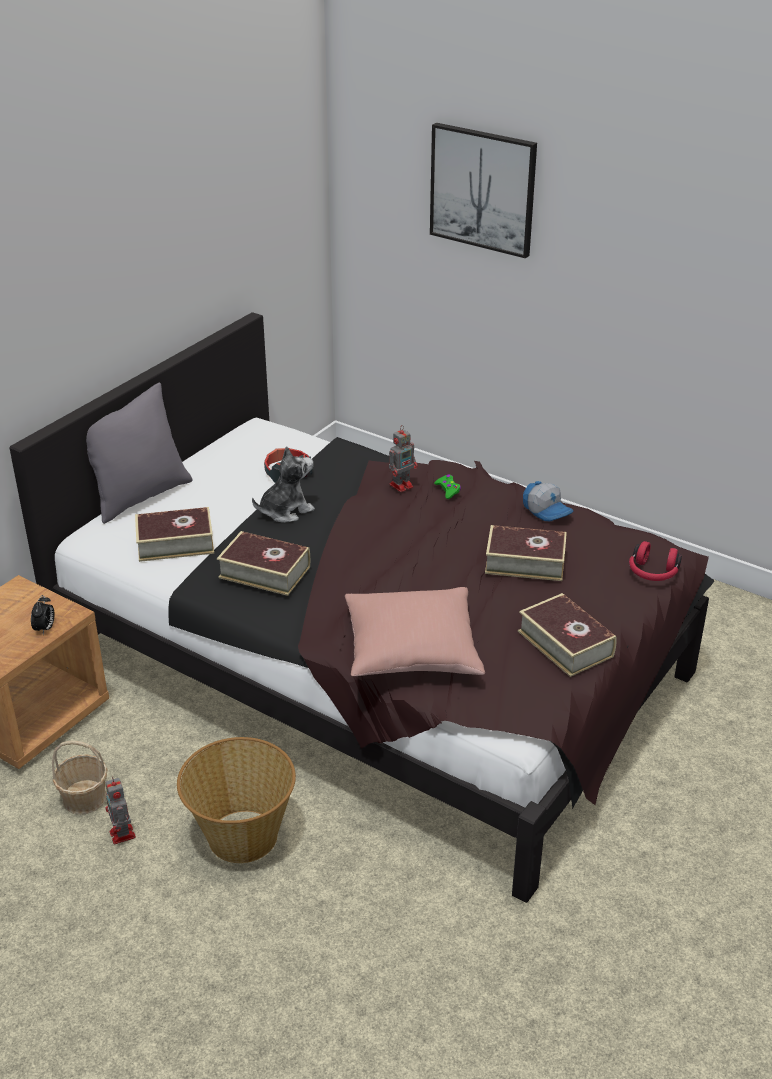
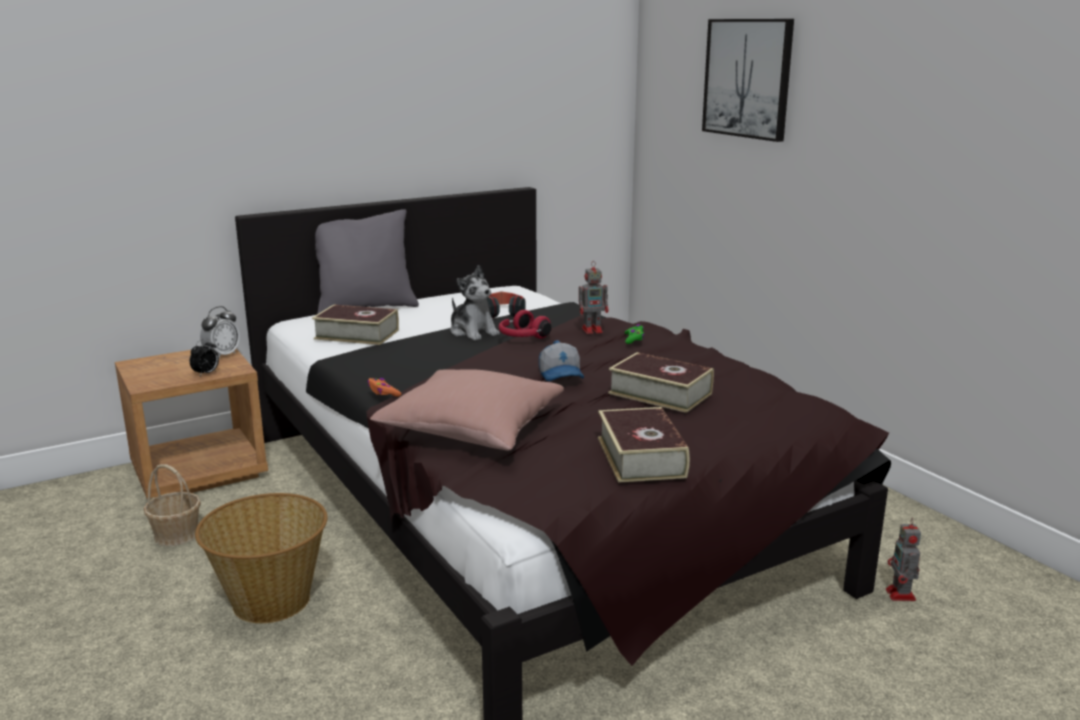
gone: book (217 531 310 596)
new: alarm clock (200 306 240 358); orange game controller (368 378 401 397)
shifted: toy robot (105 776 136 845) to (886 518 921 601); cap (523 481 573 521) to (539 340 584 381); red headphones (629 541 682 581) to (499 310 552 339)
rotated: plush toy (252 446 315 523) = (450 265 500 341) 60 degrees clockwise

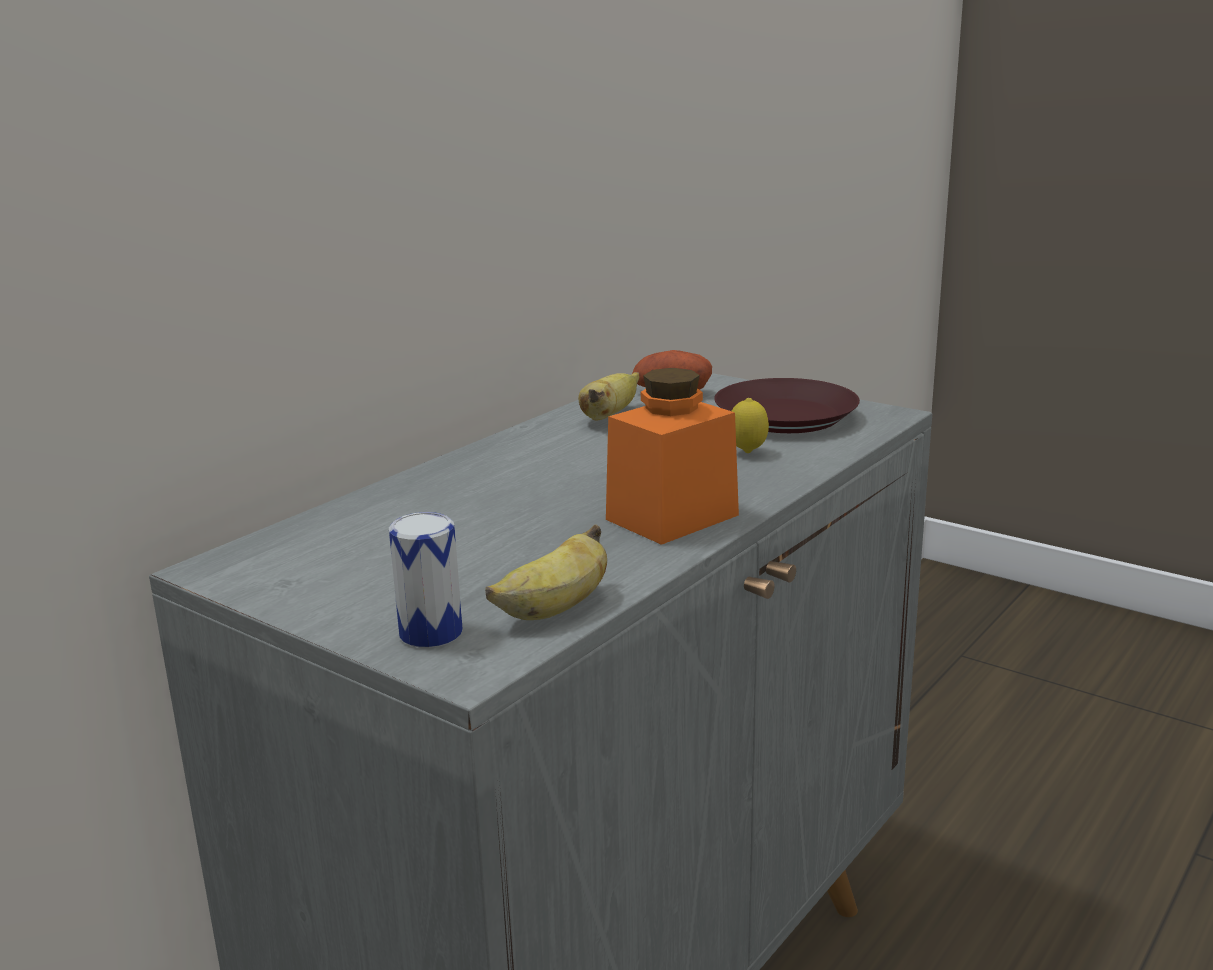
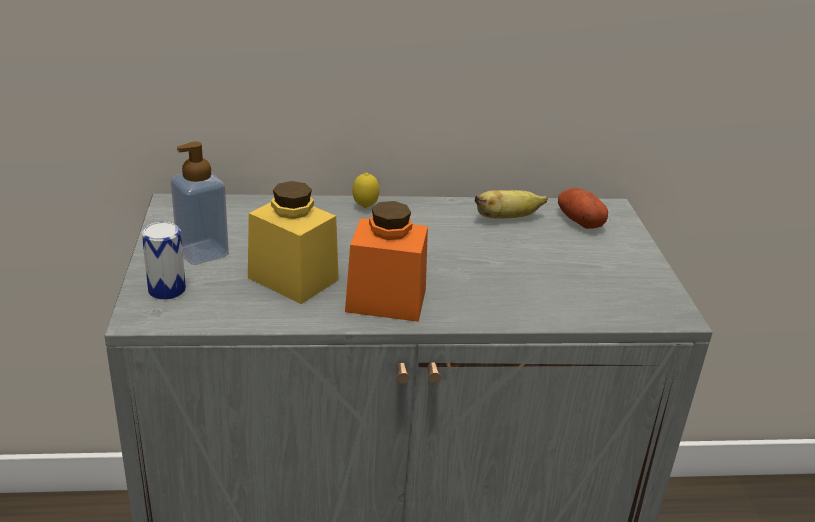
gone: banana (485 524 607 620); brown plate (714 378 860 433)
new: soap dispenser (171 142 229 265); yellow jar (248 181 339 304)
shifted: lemon (732 398 769 453) to (352 173 379 208)

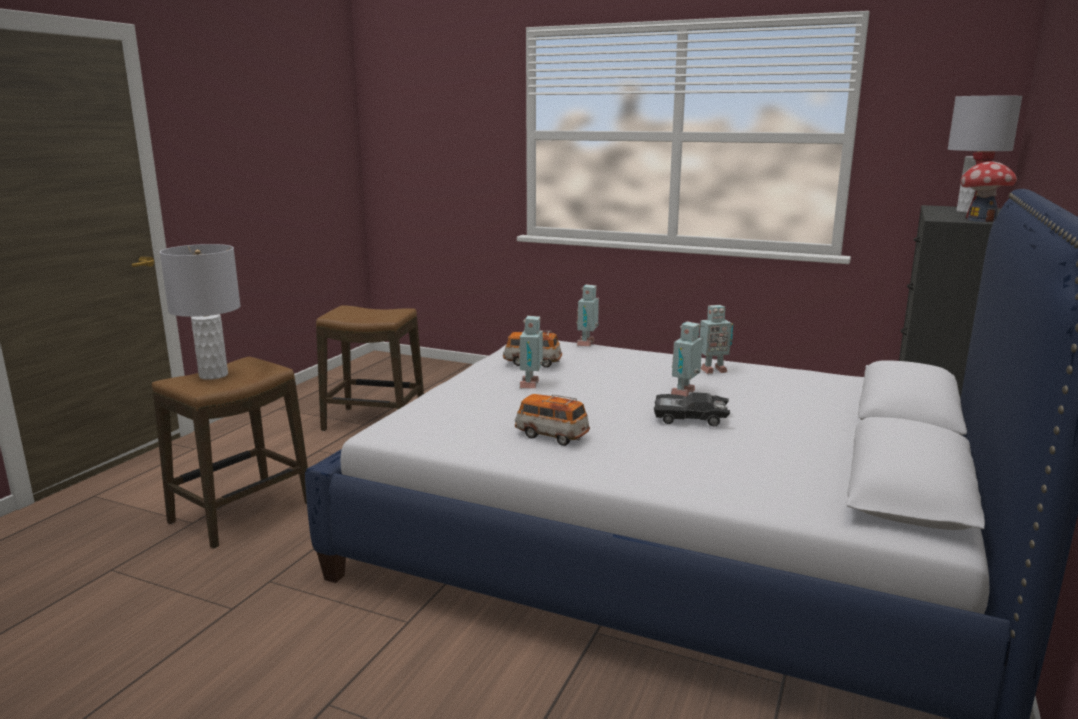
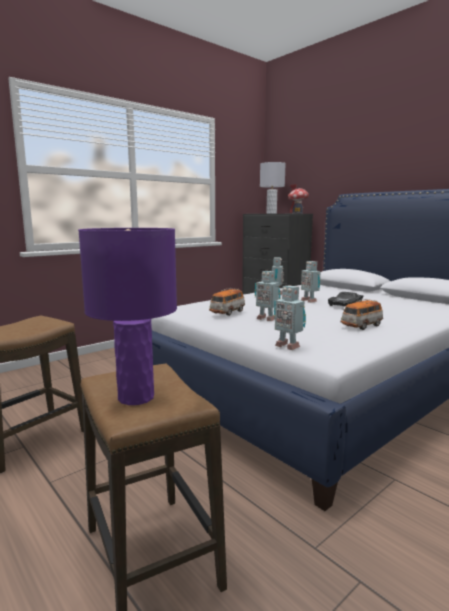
shifted: toy robot (576 284 599 346) to (274 285 306 350)
repainted: grey table lamp (160 244 241 380) to purple table lamp (78 228 177 405)

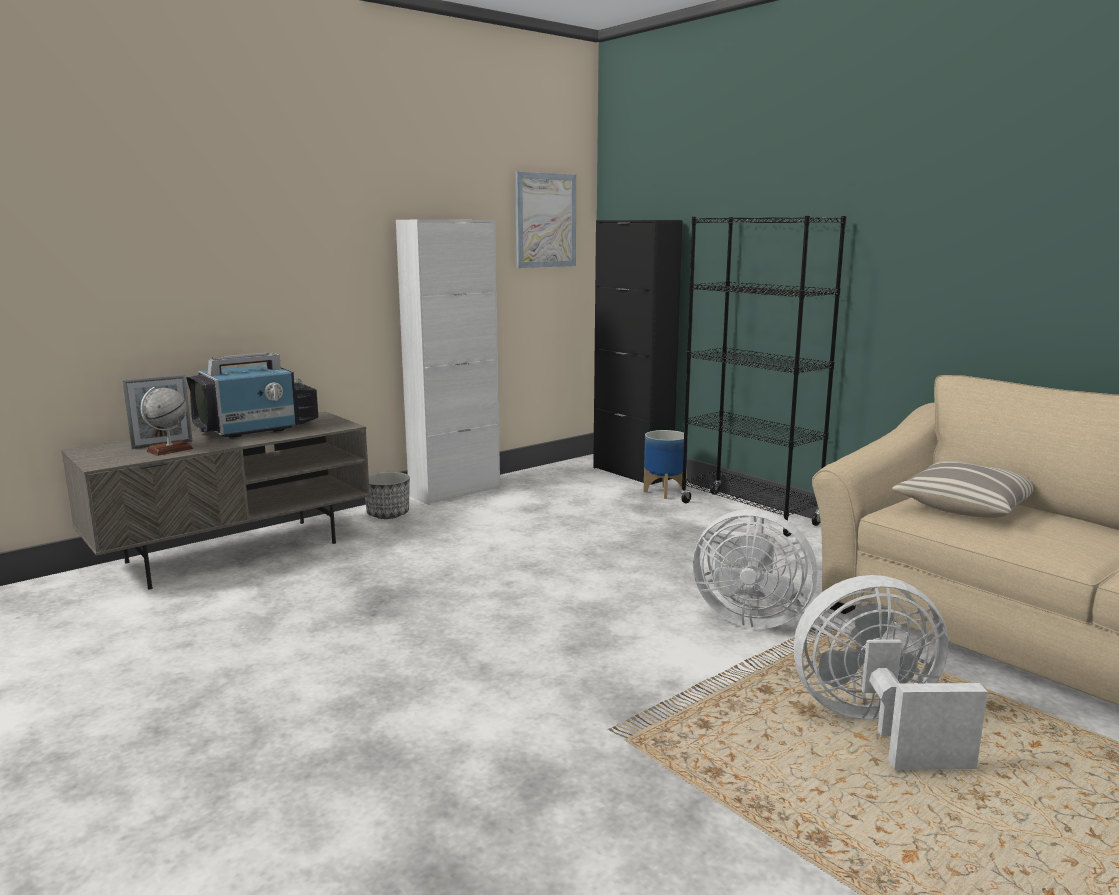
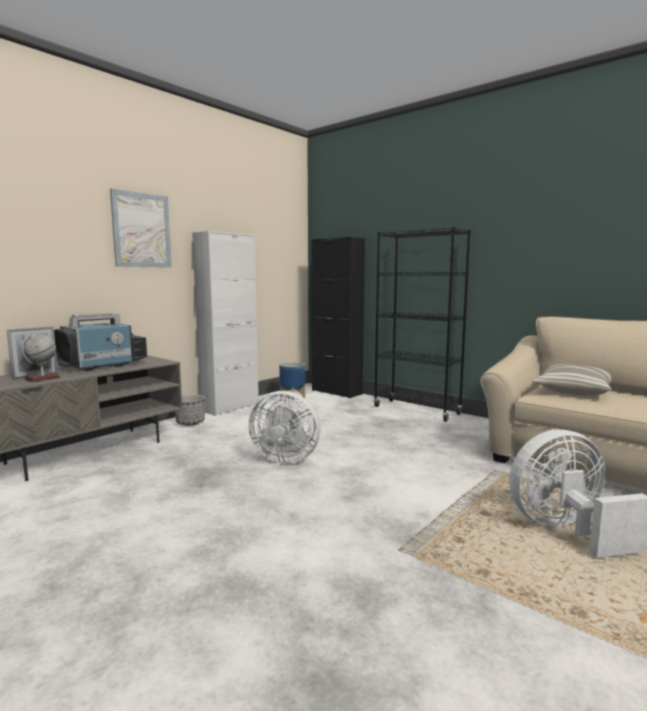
shifted: picture (515 172 576 268) to (110 189 172 268); planter (643 430 688 499) to (279 362 305 403); white fan (693 509 817 629) to (248 391 321 464)

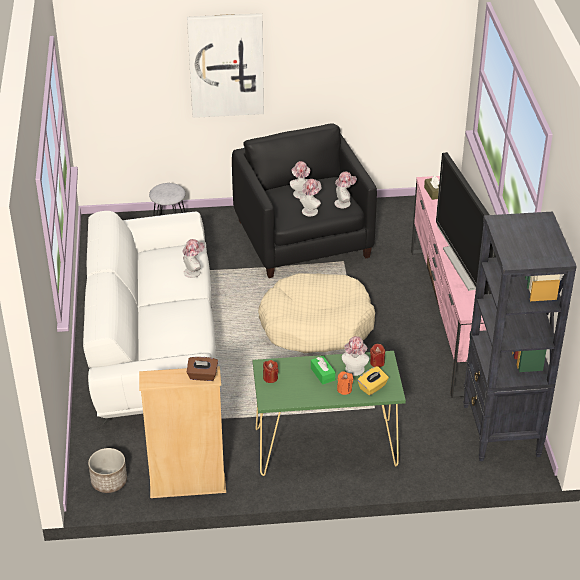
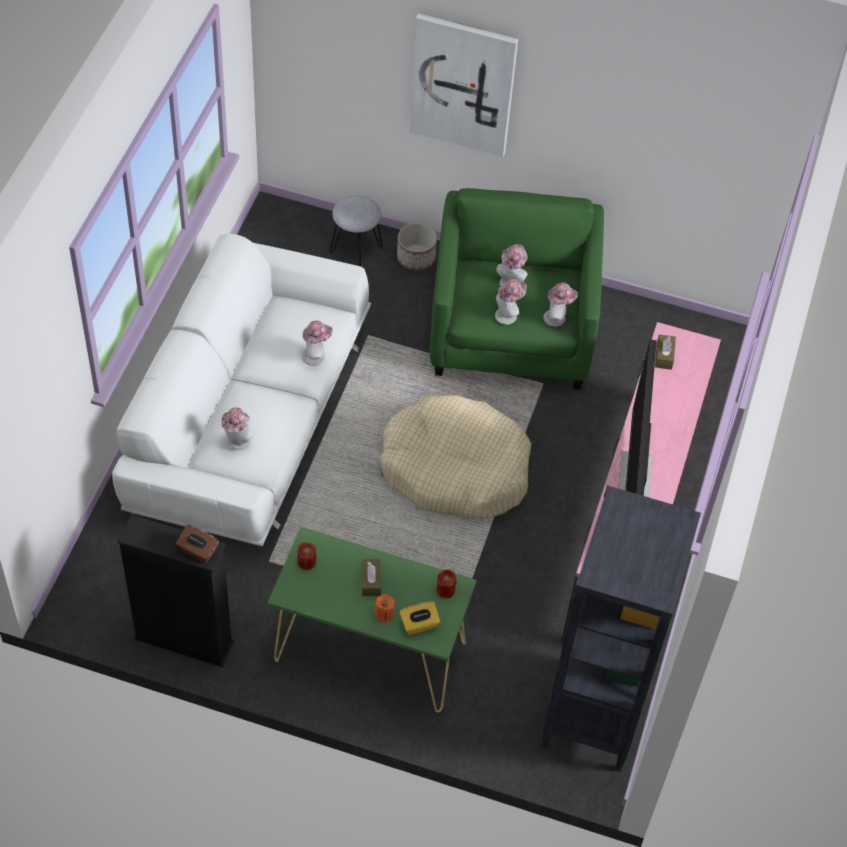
shifted: planter (88 448 127 493) to (397 223 437 271); hat (342 336 369 376) to (222 408 254 450)
repainted: beige bookcase (139 366 226 498) to black bookcase (118 515 234 667); black armchair (232 123 377 278) to green armchair (430 188 604 390); green tissue box (311 356 335 385) to brown tissue box (362 559 381 596)

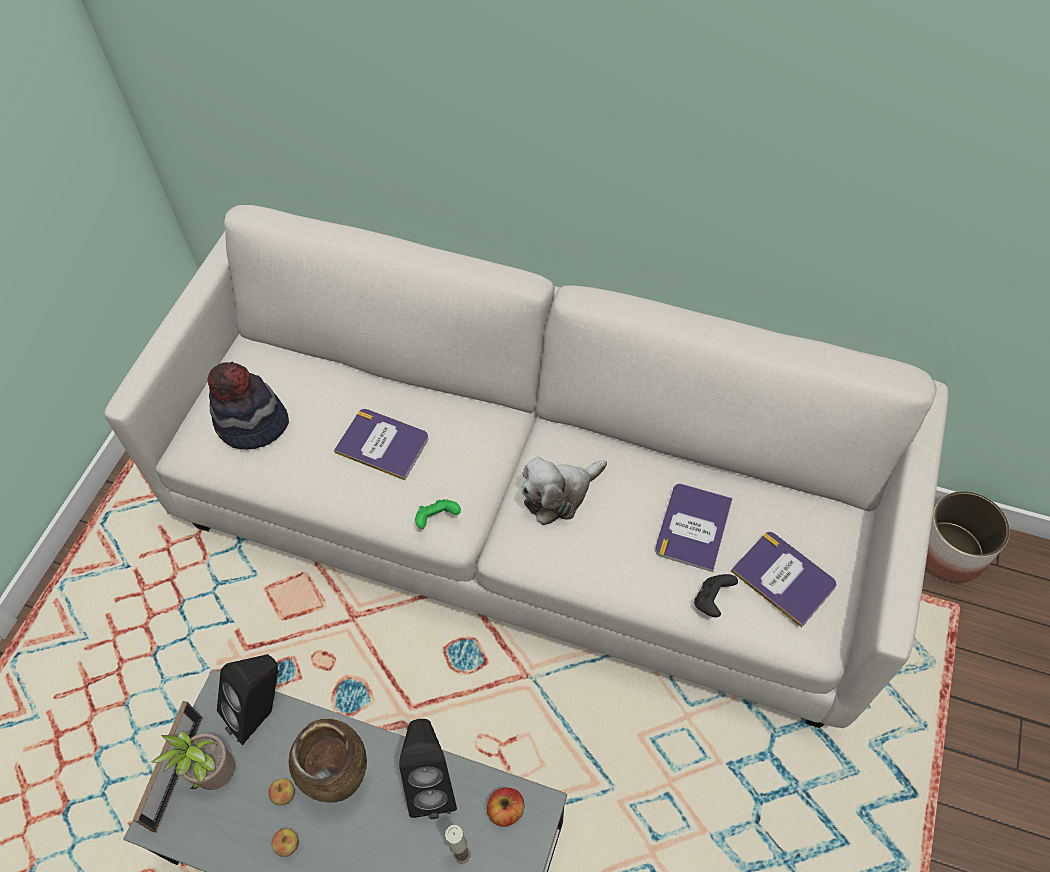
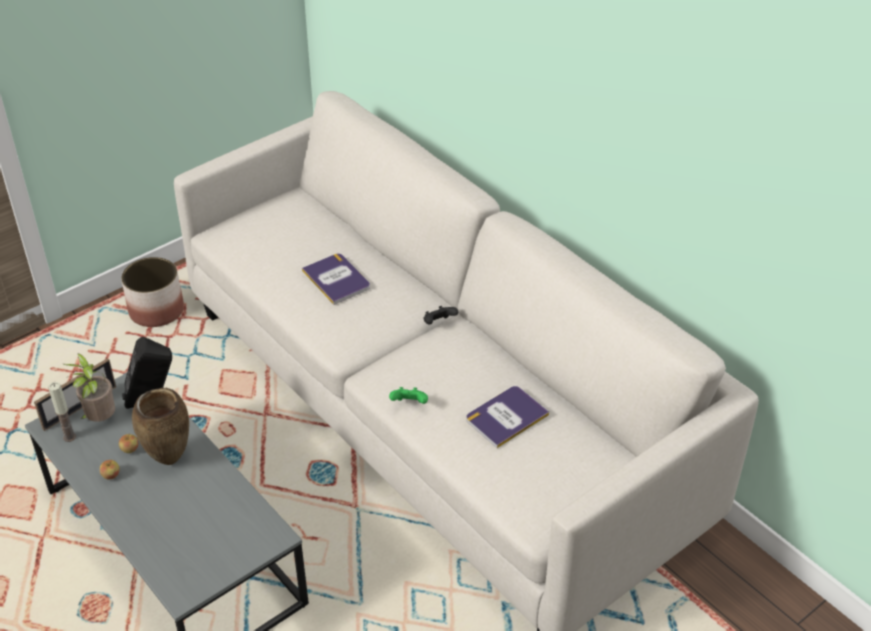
gone: hat (208 362 289 450); black speaker (399 719 457 819); apple (487 788 525 827); plush toy (521 457 607 525); book (731 532 836 628)
shifted: green game controller (415 499 461 529) to (389 387 428 404); candle (445 825 471 864) to (48 382 76 442); black game controller (694 574 738 618) to (424 306 458 325); planter (925 491 1010 583) to (121 257 184 327)

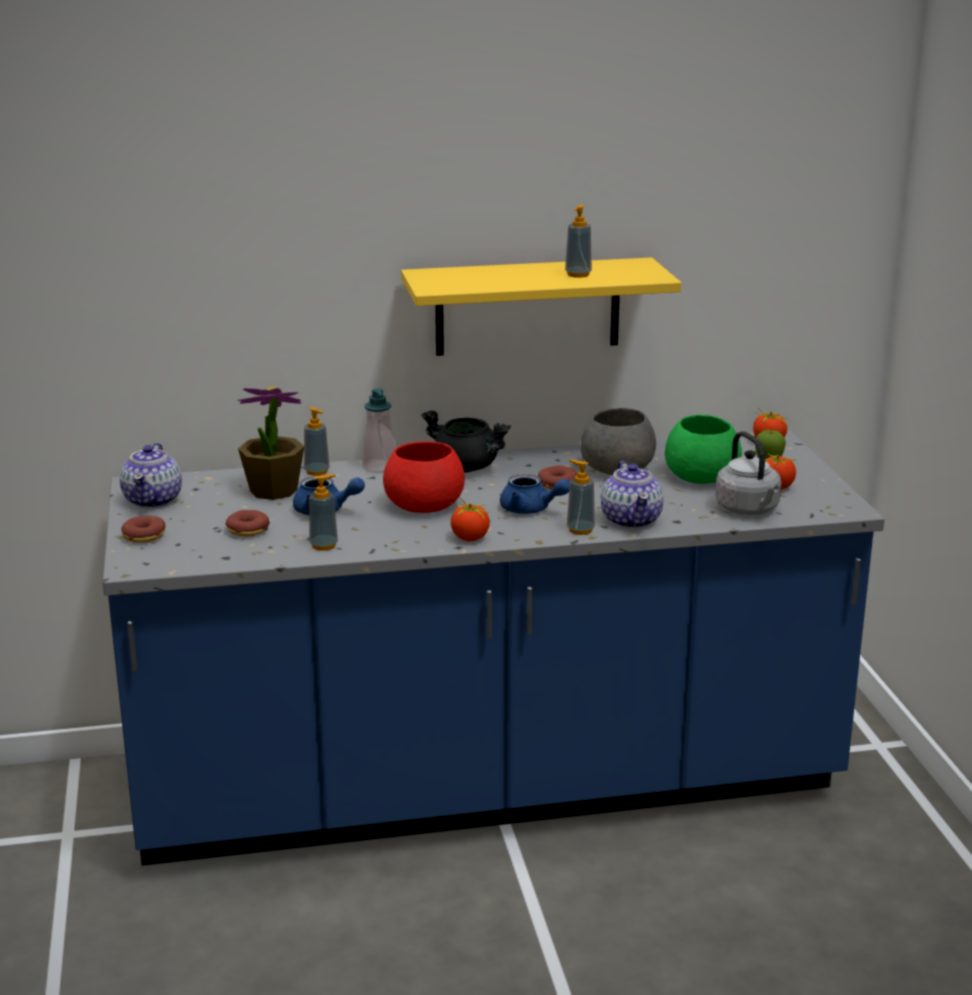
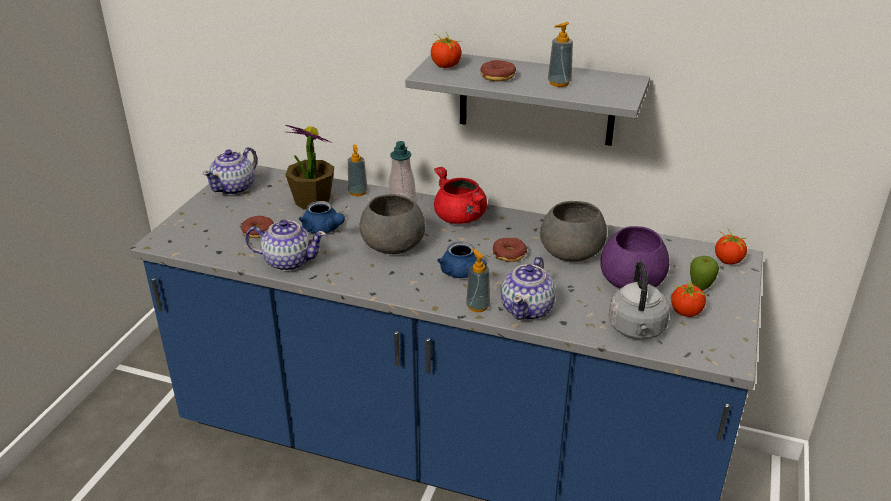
shifted: donut (121 516 166 543) to (480 60 516 82); tomato (449 498 490 541) to (431 32 462 68)
swapped: soap dispenser (309 474 338 551) to teapot (245 220 326 271)
repainted: red bowl (383 441 465 513) to grey bowl (360 194 425 254); yellow shelf (401 257 681 356) to grey shelf (405 54 650 146); black cooking pot (421 410 511 473) to red cooking pot (434 167 487 224); green bowl (665 414 742 484) to purple bowl (600 226 669 288)

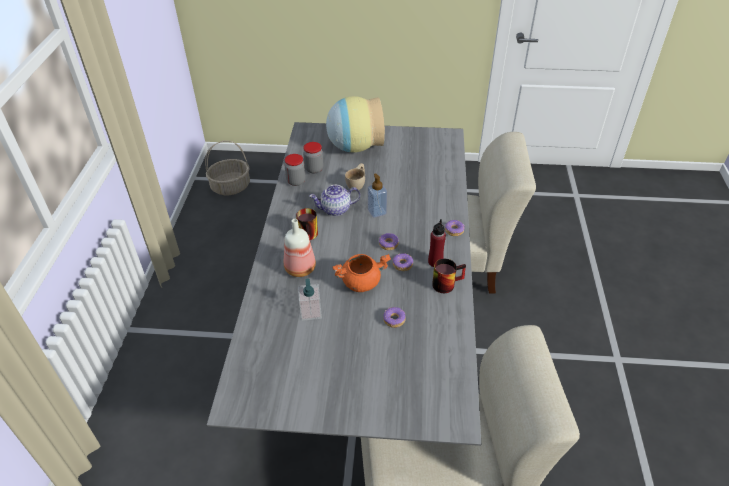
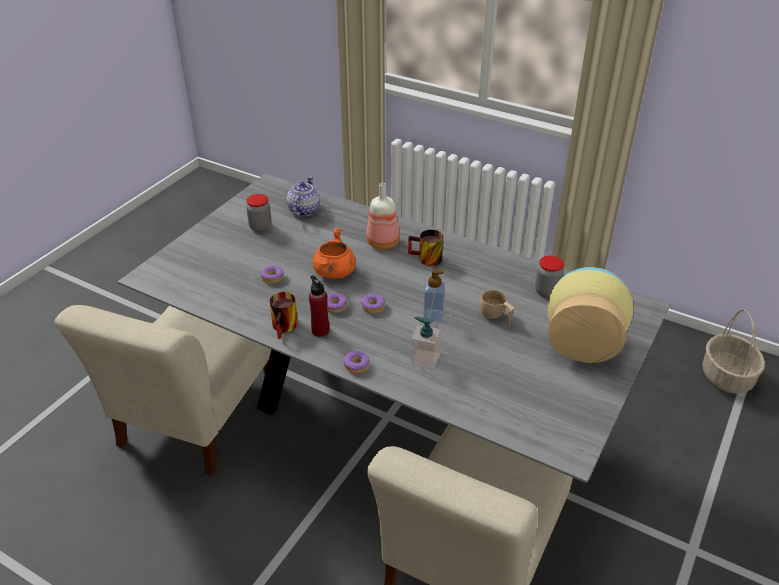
shifted: jar (284 154 306 186) to (246 194 272 232); soap dispenser (298 278 322 321) to (411 317 441 369); teapot (309 185 360 216) to (287 176 320 217)

